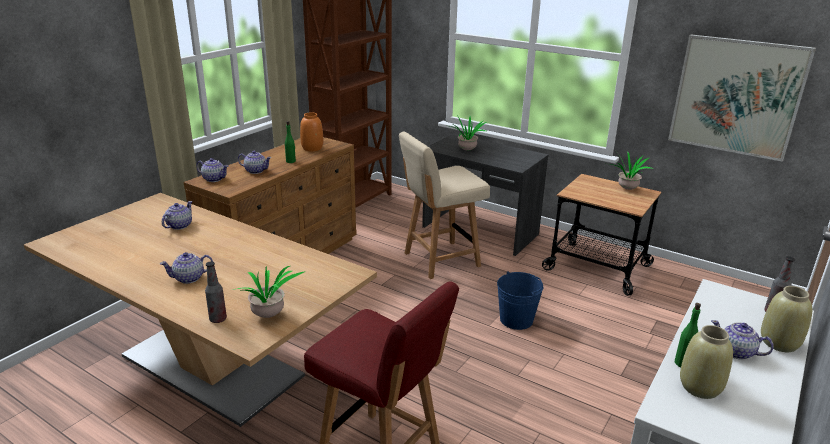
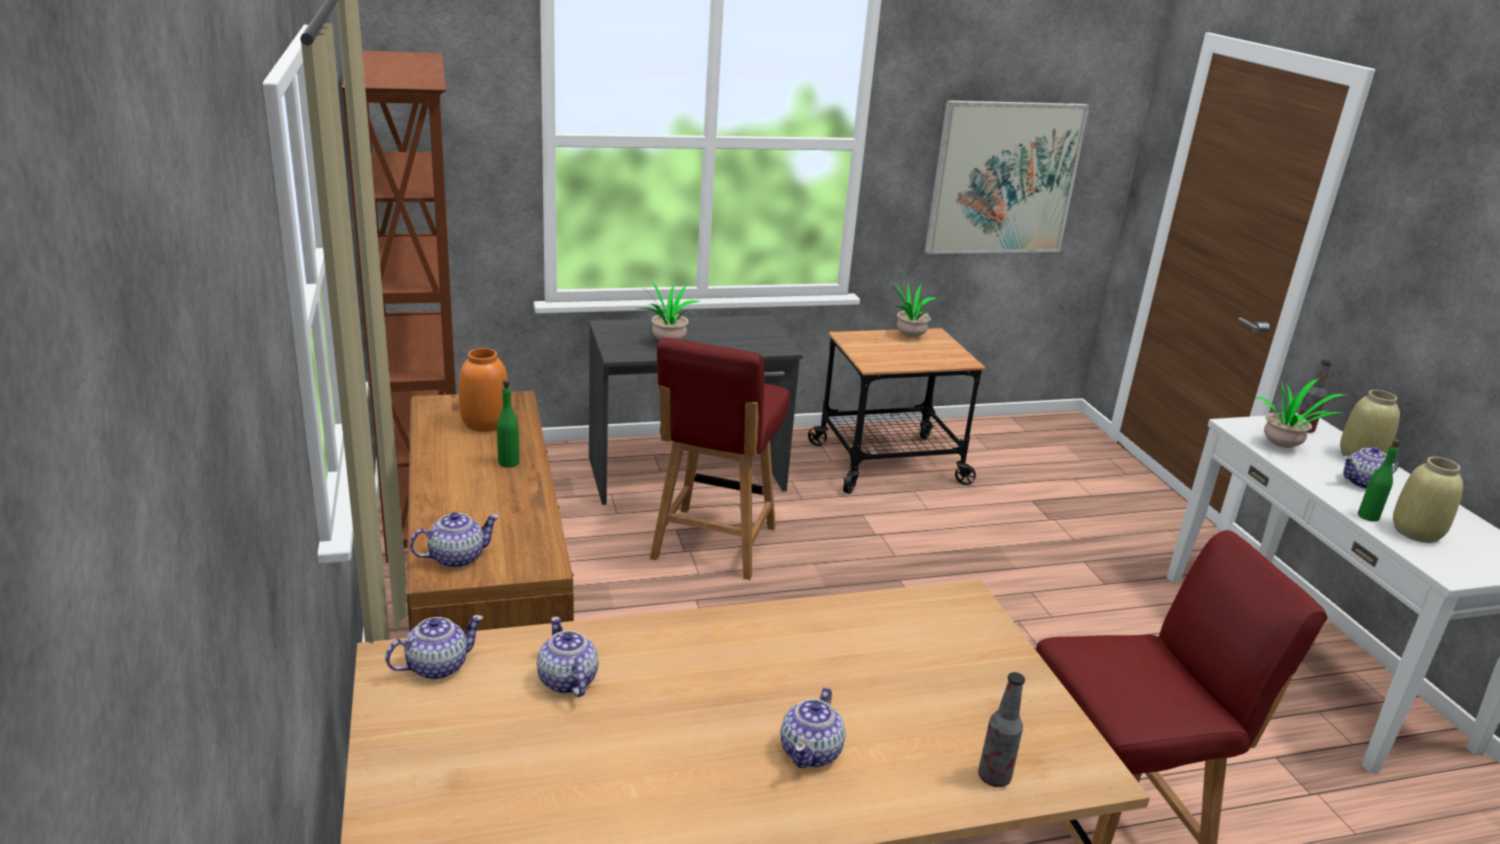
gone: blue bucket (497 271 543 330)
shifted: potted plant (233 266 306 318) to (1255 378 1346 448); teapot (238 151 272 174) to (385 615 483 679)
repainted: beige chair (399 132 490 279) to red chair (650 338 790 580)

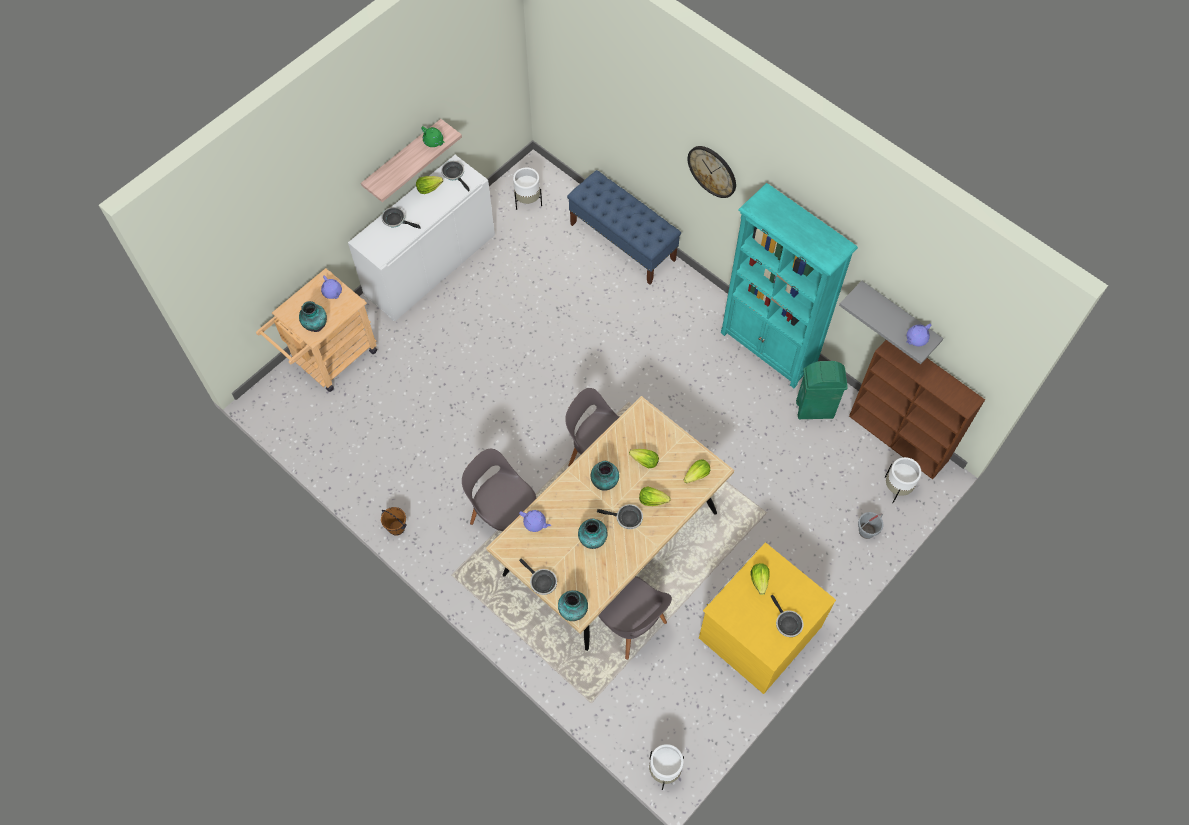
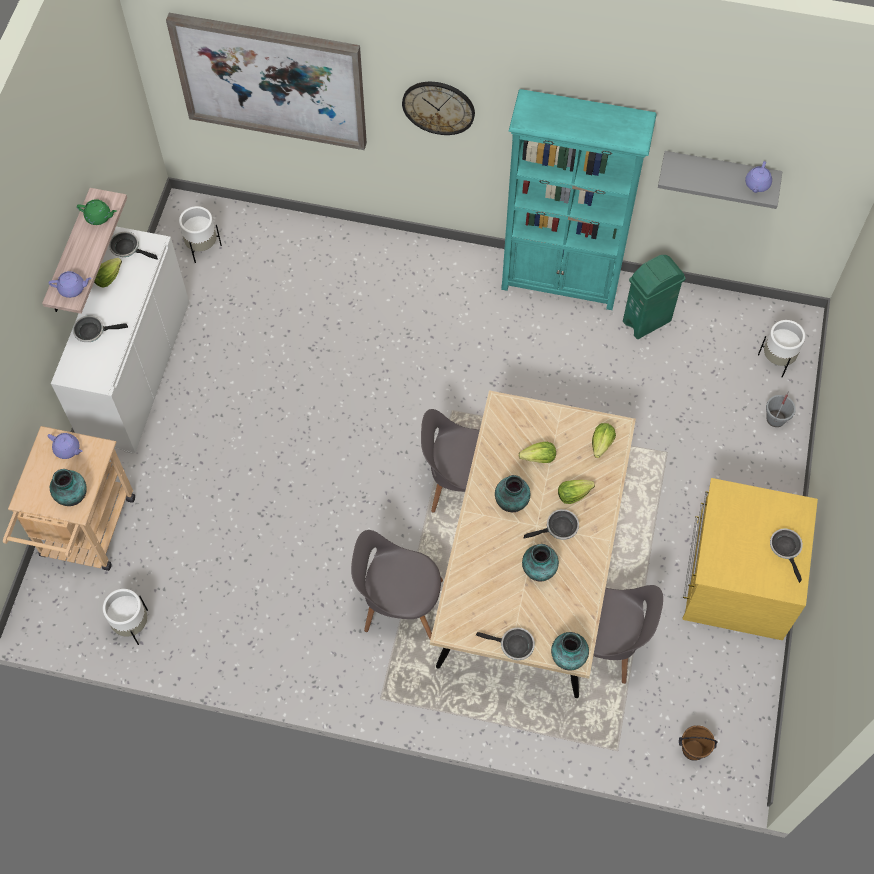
gone: blue bench (567 170 681 285); lettuce (750 563 770 595); brown bookcase (849 340 985 479)
new: picture (166 13 367 150)
shifted: brown bucket (381 507 407 536) to (679 725 718 761); purple teapot (519 510 551 532) to (48 271 92 298); white planter (649 744 684 790) to (103 589 148 645)
rotated: frying pan (771 595 803 637) = (770 529 803 583) 135 degrees counterclockwise

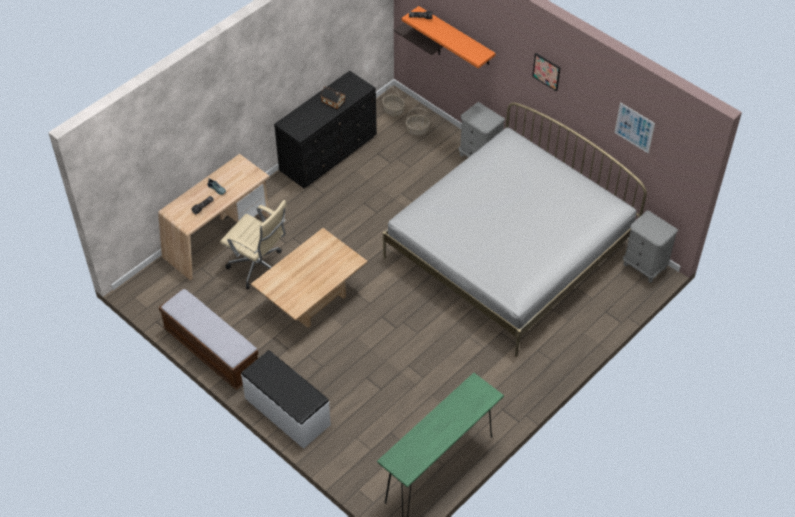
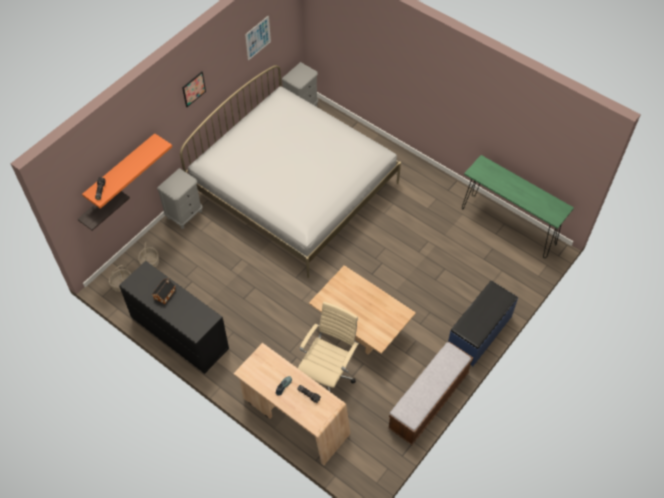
repainted: white bench (241 350 331 449) to blue bench (448 280 518 366)

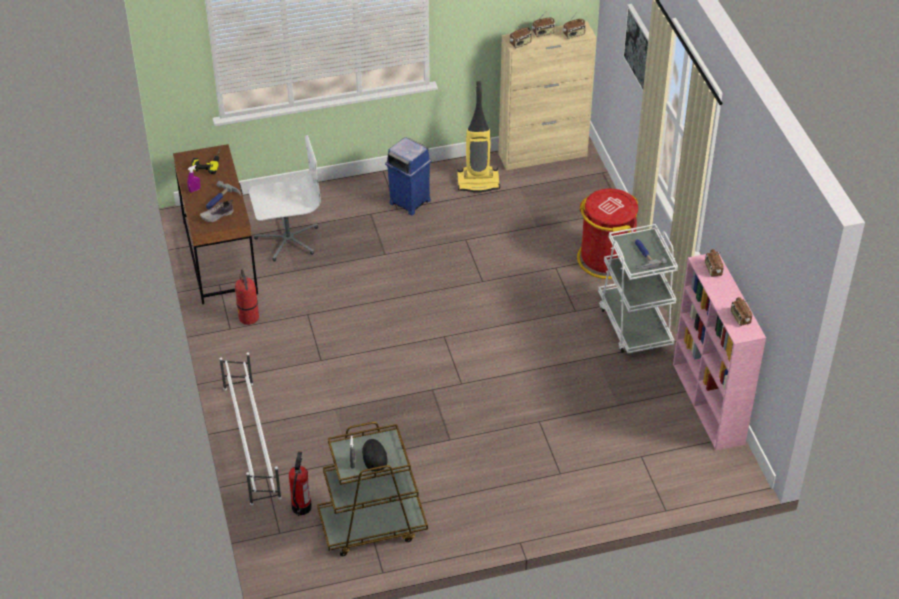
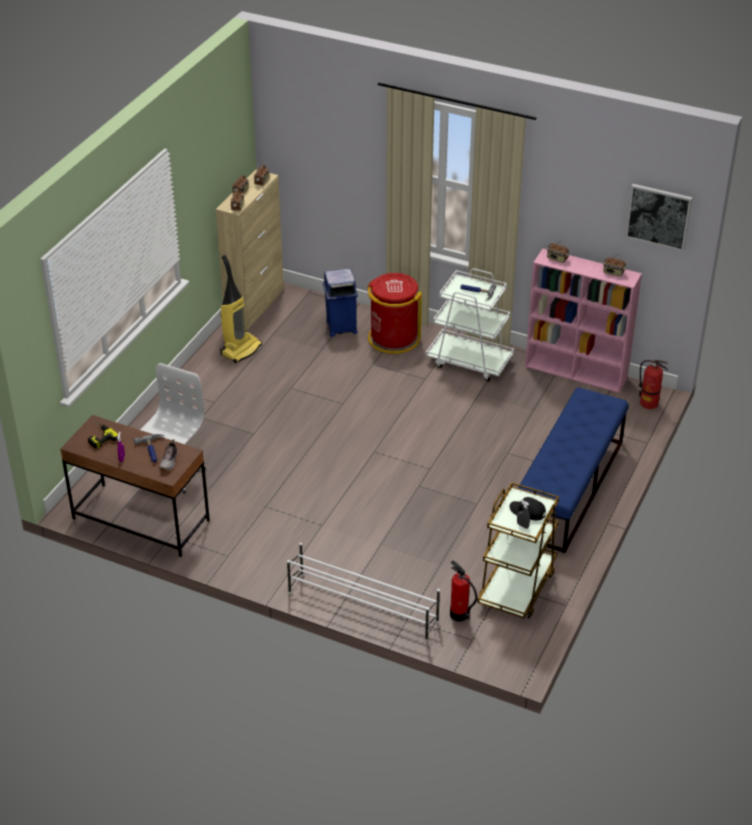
new: blue bench (518 387 629 553)
shifted: fire extinguisher (235 269 259 325) to (639 360 668 409); blue trash can (385 137 432 215) to (323 268 358 337); picture (622 4 649 92) to (625 184 693 252)

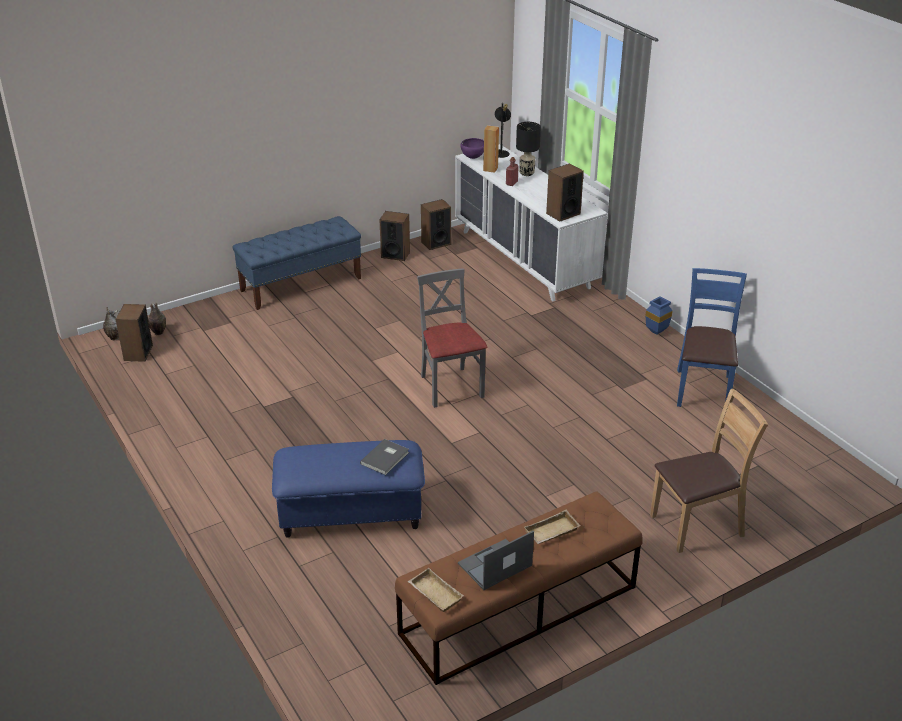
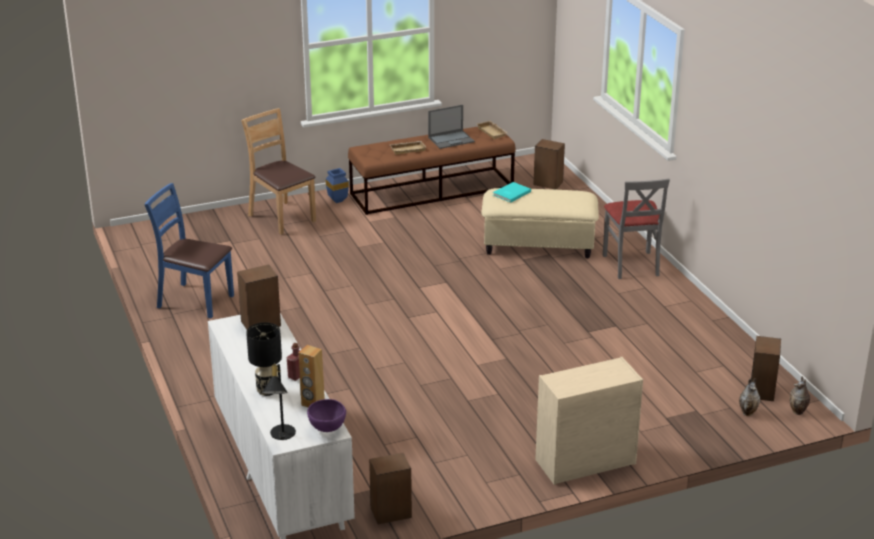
shifted: speaker (379 211 410 261) to (533 139 565 190); grey chair (417 268 487 408) to (603 179 670 279); blue vase (645 296 673 335) to (326 168 349 203)
swapped: blue bench (232 216 361 310) to beige dresser (535 357 643 485)
repainted: blue ottoman (272 440 425 538) to beige ottoman (481 188 599 259); grey book (360 439 409 475) to turquoise book (493 182 531 203)
rotated: brown chair (650 389 768 553) = (241 108 316 235) 60 degrees clockwise; blue chair (677 268 747 407) = (144 183 234 319) 90 degrees clockwise

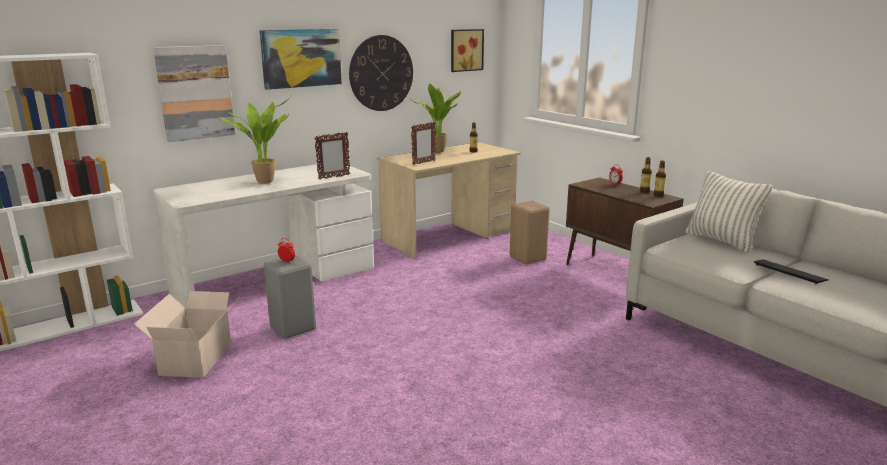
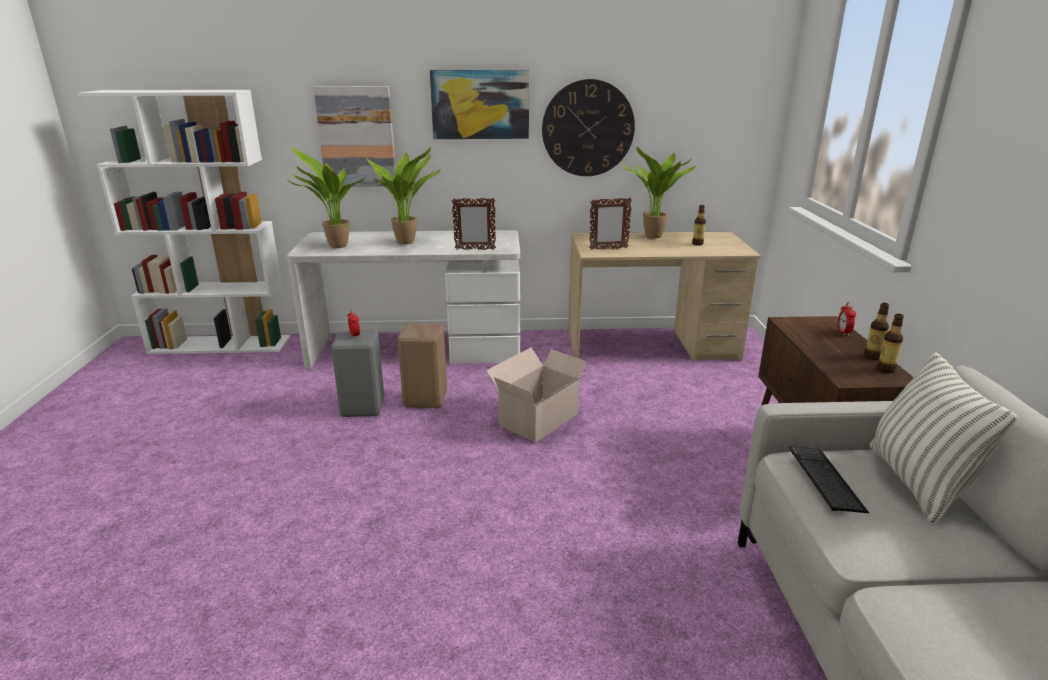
gone: picture (451 29 484 72)
new: potted plant (289 146 365 248)
shifted: cardboard box (134 291 238 378) to (486 347 593 442); beige stool (510 201 550 264) to (397 323 447 408); keyboard (754 260 829 285) to (789 446 869 513)

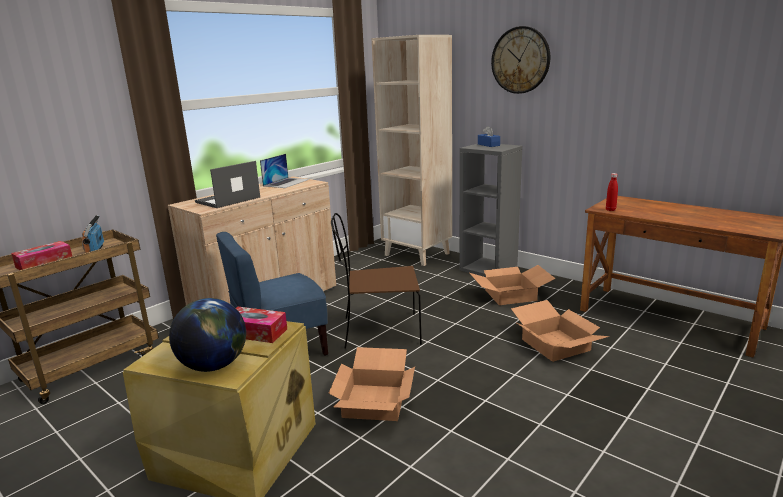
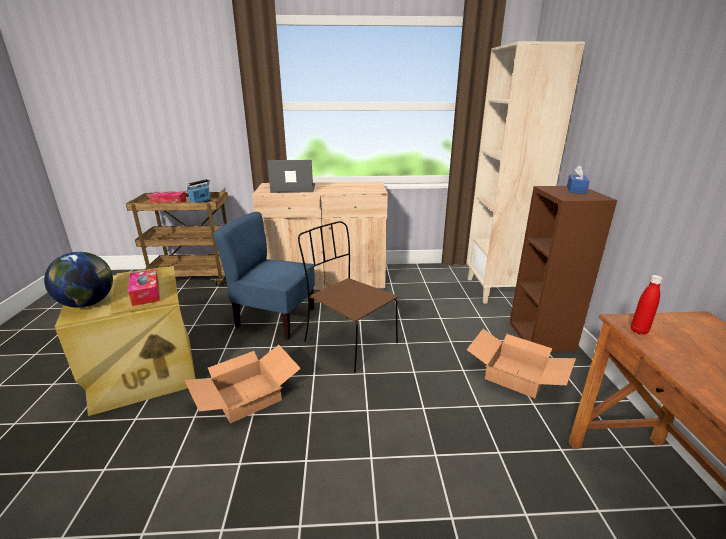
gone: laptop (260 154 309 188); wall clock (491 26 550 94); cardboard box (511 300 610 362)
repainted: grey bookcase (459 144 522 277) to brown bookcase (510 186 617 352)

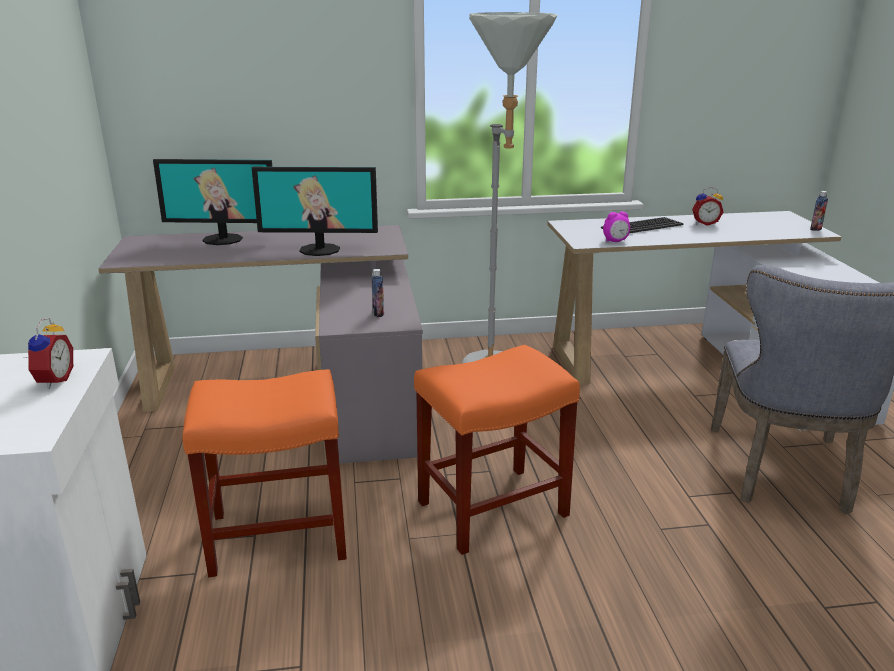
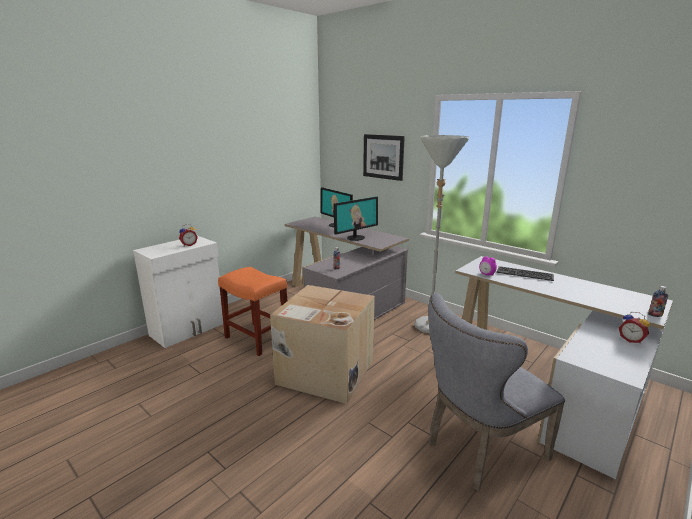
new: picture (363 134 405 181)
shifted: alarm clock (692 187 723 226) to (619 312 650 344)
swapped: orange stool (414 345 580 555) to cardboard box (270 285 375 404)
rotated: monitor (252 167 378 256) = (333 196 378 241) 90 degrees counterclockwise

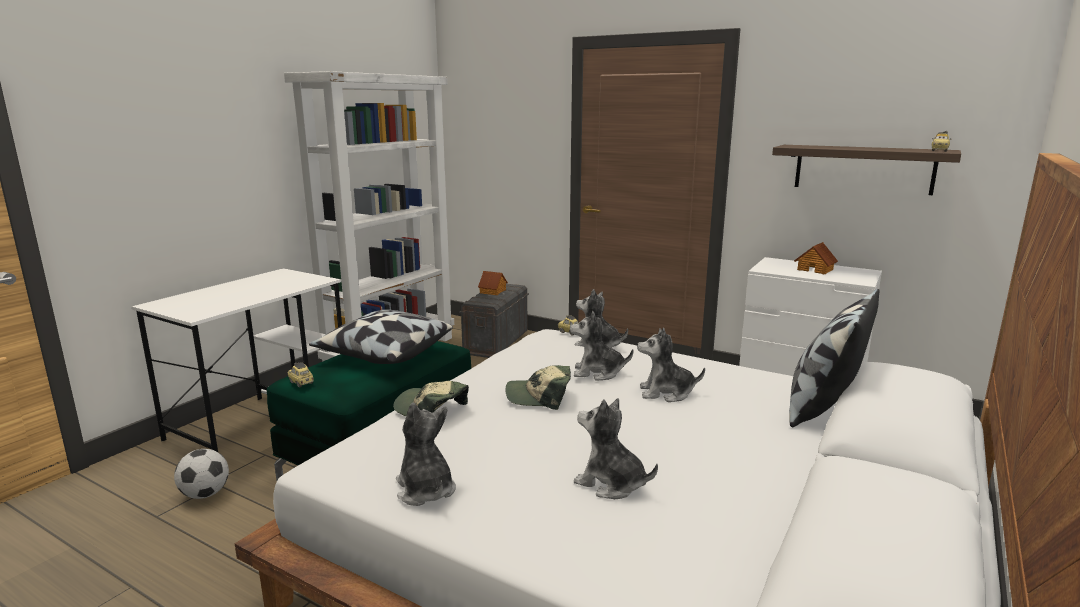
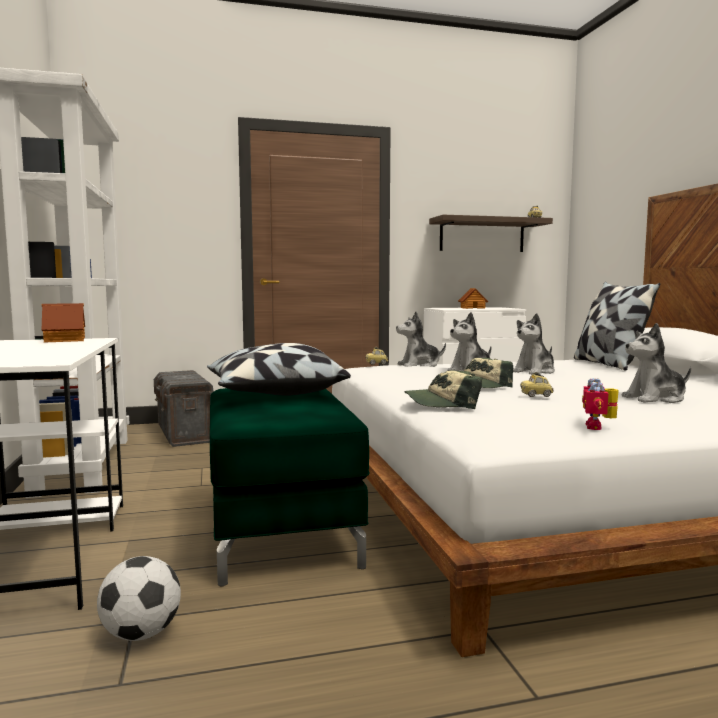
shifted: toy car (288 362 314 387) to (520 372 554 397); toy house (478 271 508 295) to (42 303 85 343)
swapped: plush toy (396 403 456 506) to toy robot (582 378 619 430)

